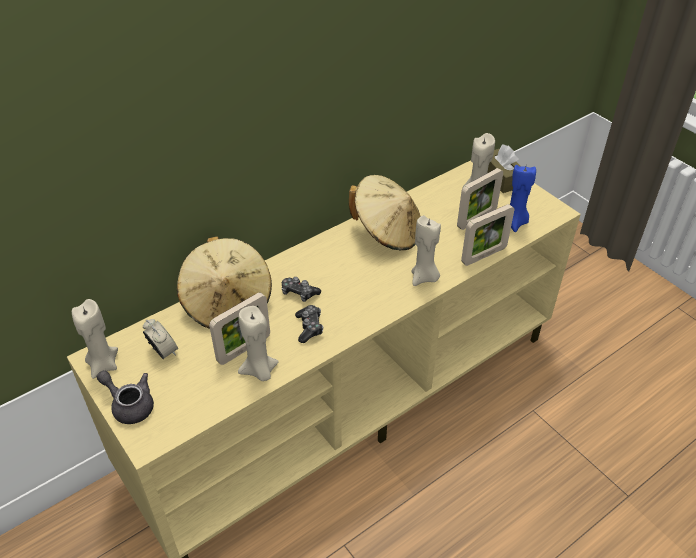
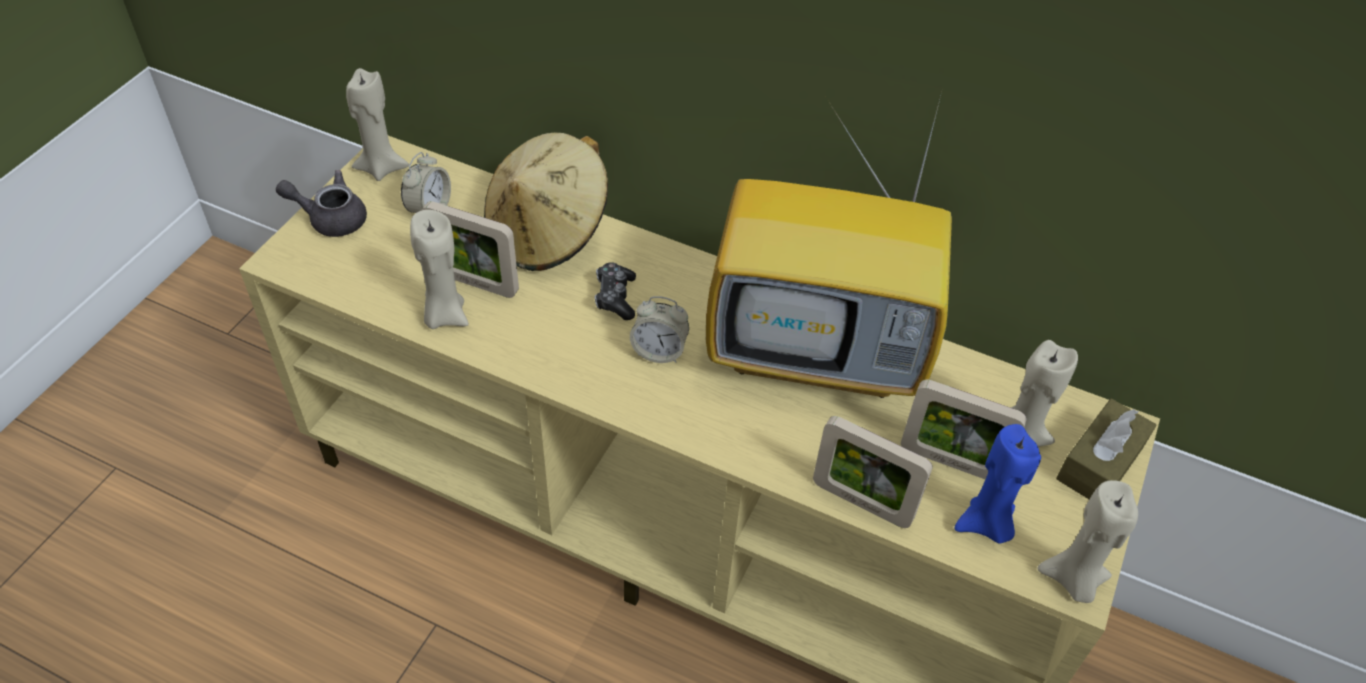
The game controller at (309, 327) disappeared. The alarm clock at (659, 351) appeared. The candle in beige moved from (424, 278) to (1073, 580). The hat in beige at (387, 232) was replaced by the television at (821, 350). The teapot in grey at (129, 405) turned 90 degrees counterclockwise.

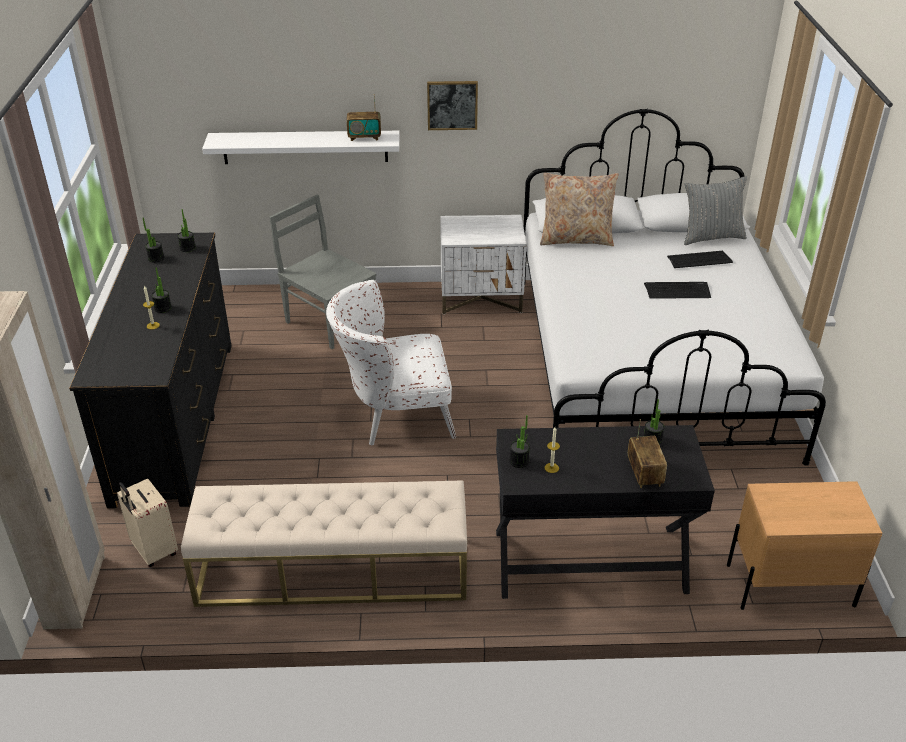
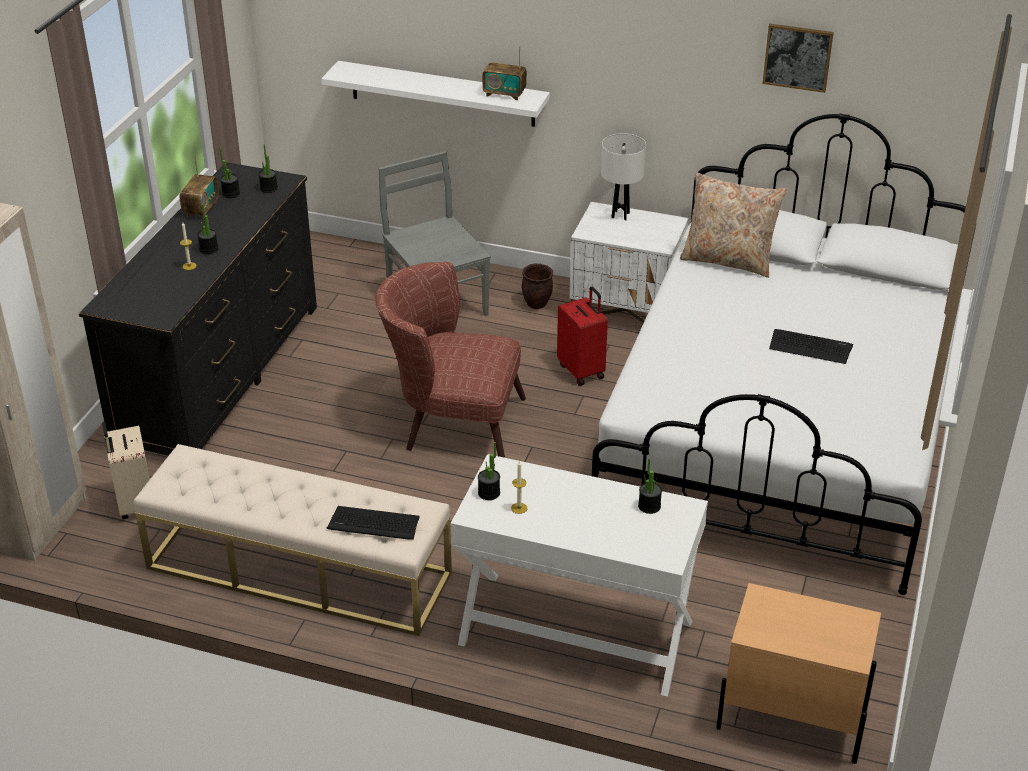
The pillow in grey at (711, 237) disappeared. The planter in brown at (536, 305) appeared. The suitcase in red at (582, 371) appeared. The table lamp in white at (620, 215) appeared. The picture moved from (452, 105) to (797, 57). The radio moved from (644, 474) to (201, 209). The keyboard moved from (699, 260) to (374, 524). The armchair in white at (394, 414) became the armchair in brown at (451, 422). The desk in black at (589, 562) became the desk in white at (575, 633).

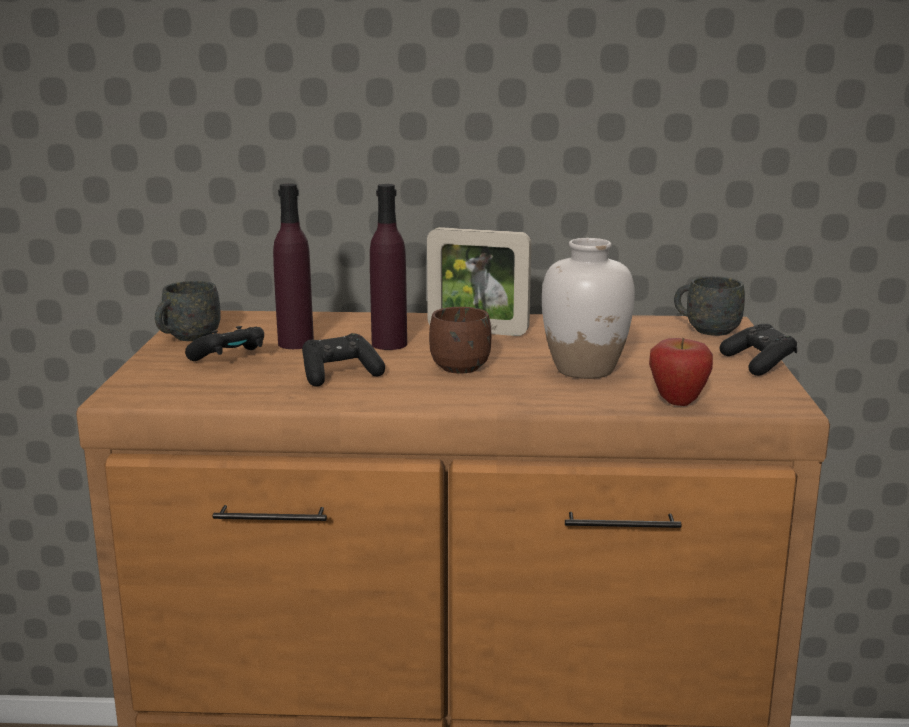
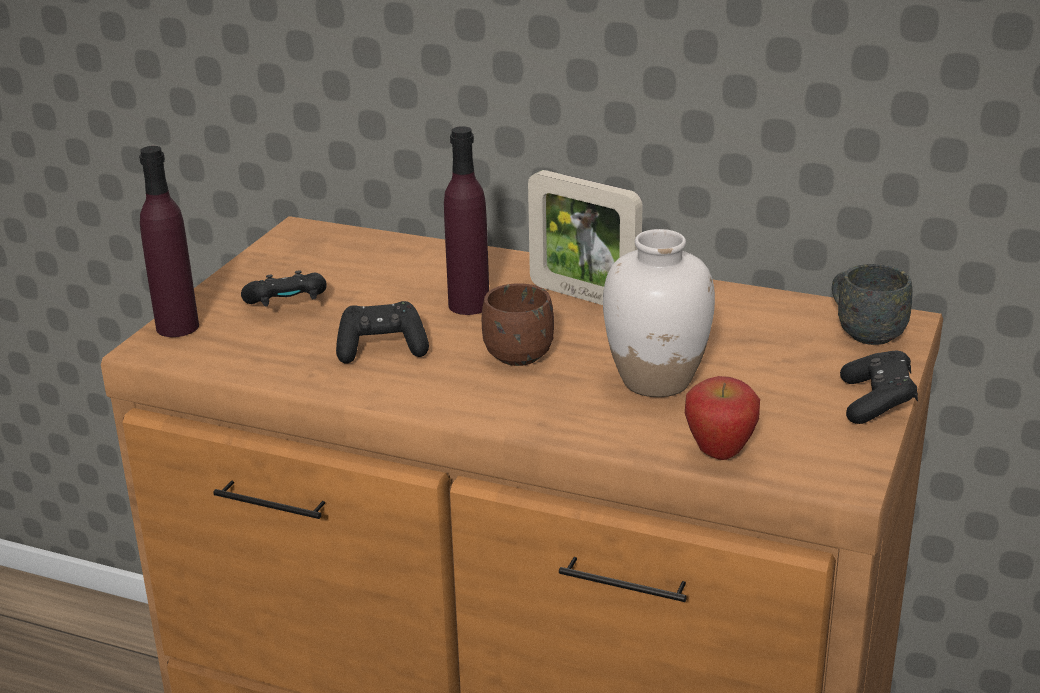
The mug in grey at (187, 338) disappeared. The bottle in purple moved from (296, 343) to (177, 327).

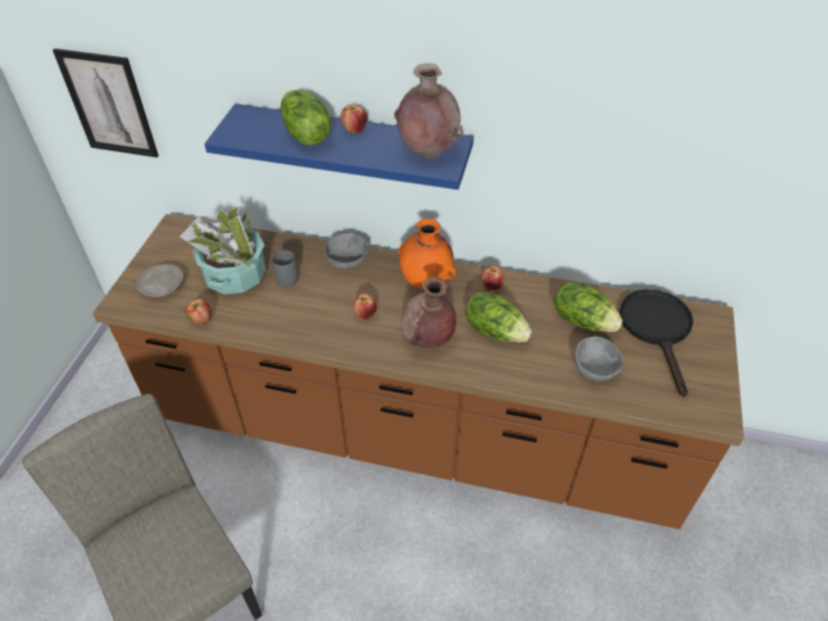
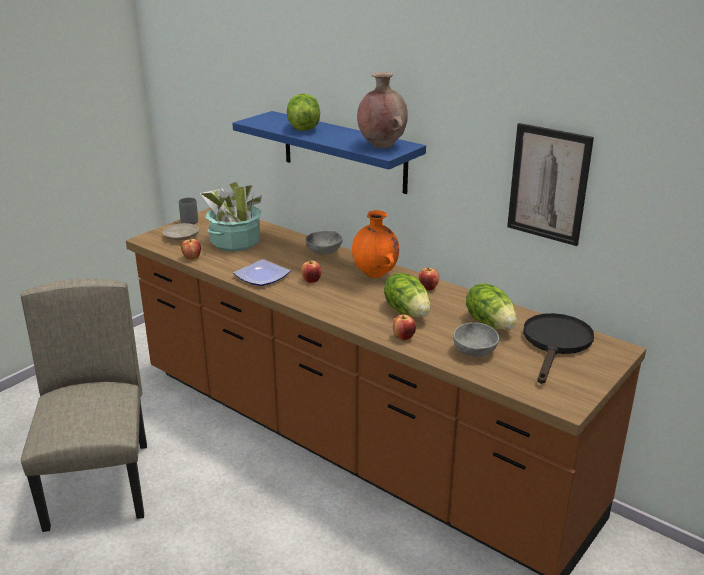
The vase in brown at (427, 339) disappeared. The plate at (261, 276) appeared. The picture moved from (109, 104) to (548, 184). The mug in grey moved from (285, 276) to (190, 220). The apple moved from (354, 130) to (403, 337).

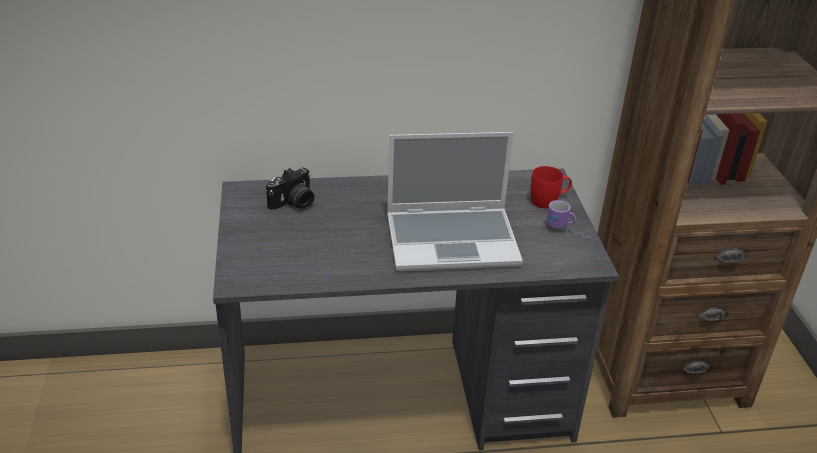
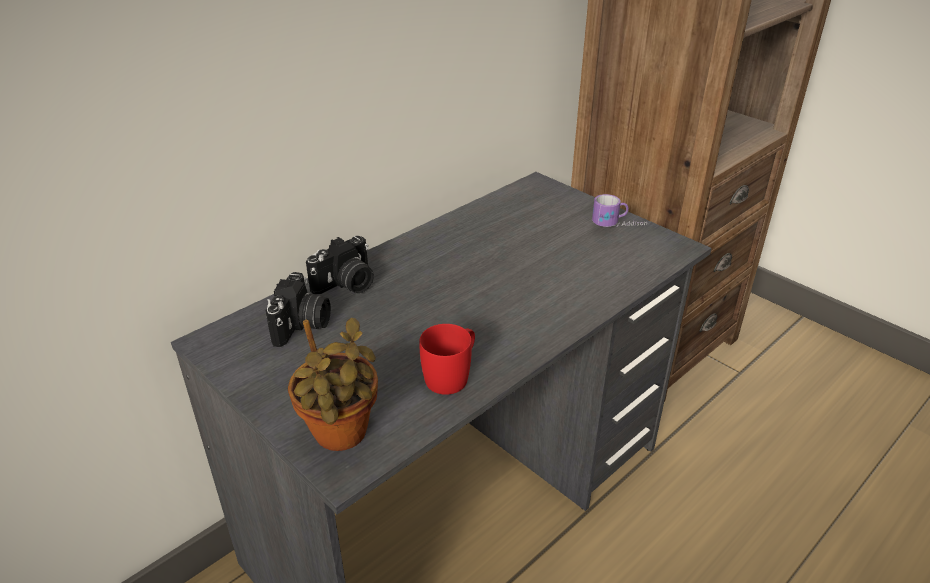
The laptop at (453, 240) disappeared. The potted plant at (341, 437) appeared. The photo camera at (346, 285) appeared. The mug in red moved from (549, 200) to (452, 375).

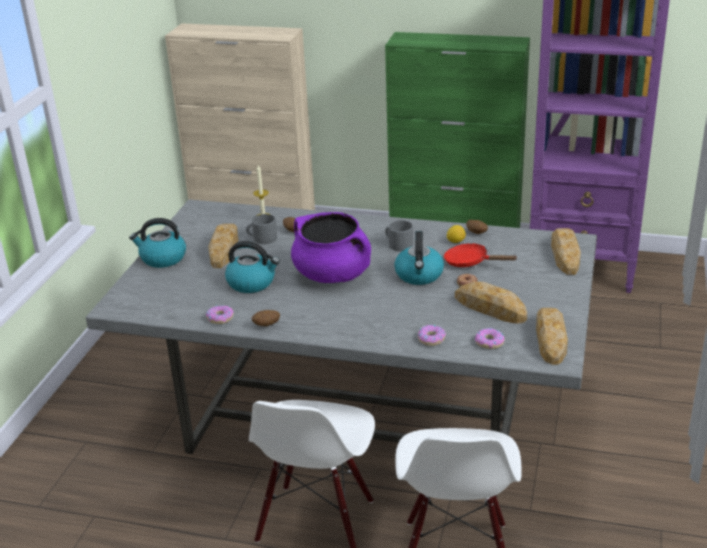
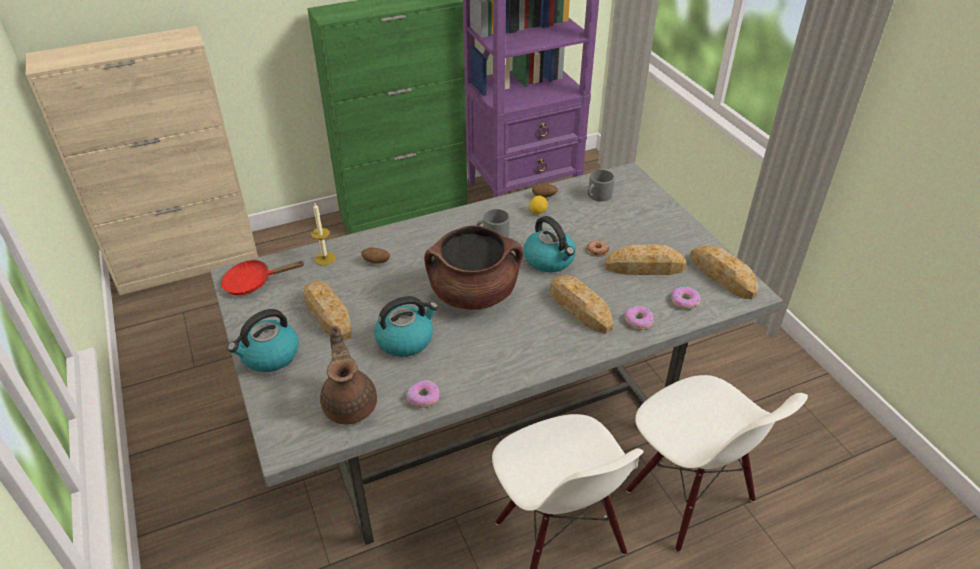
The potato at (266, 325) disappeared. The teapot in brown at (350, 404) appeared. The mug in grey moved from (262, 238) to (597, 195). The frying pan in red moved from (470, 262) to (253, 283). The bread moved from (565, 255) to (579, 308). The cooking pot in purple at (333, 275) became the cooking pot in brown at (474, 294).

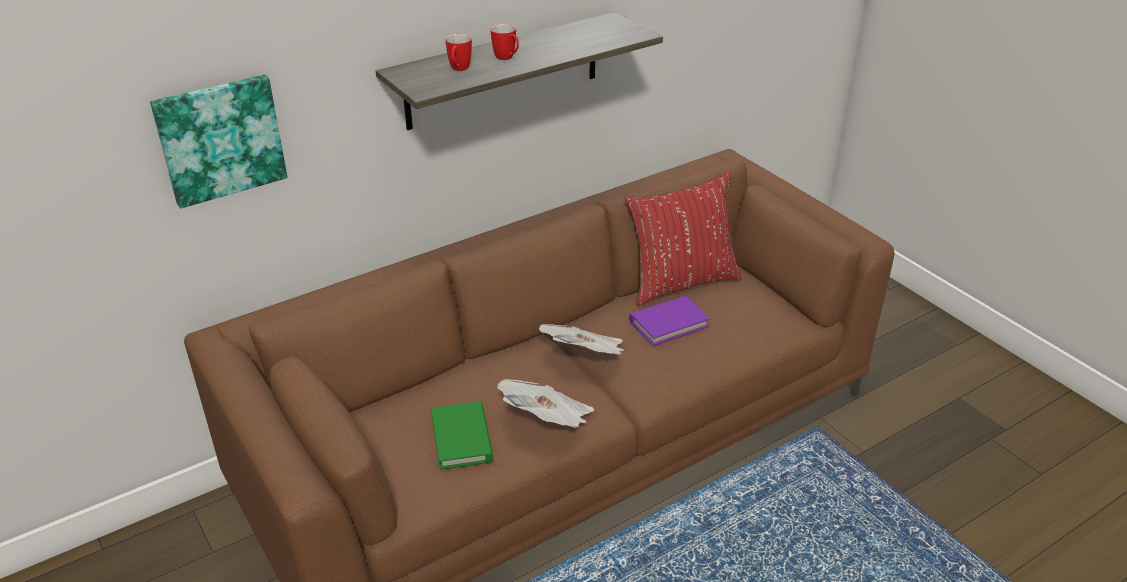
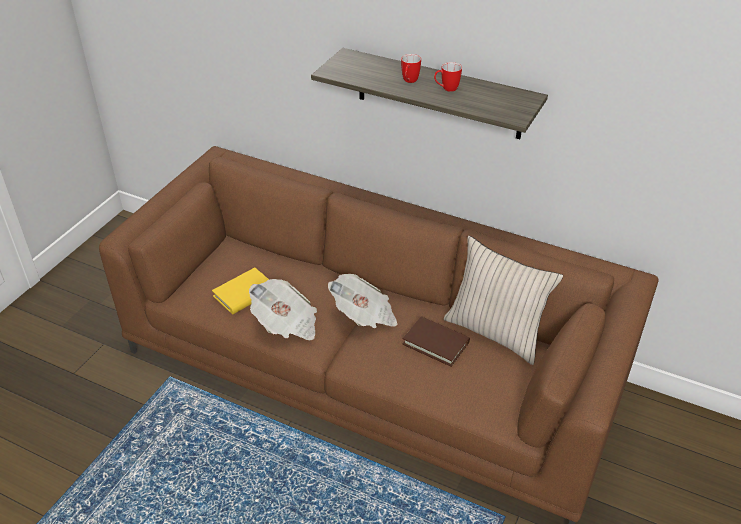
The picture at (220, 139) disappeared. The mug moved from (458, 69) to (446, 89). The book in green at (462, 439) became the book in yellow at (244, 293). The pillow in red at (680, 282) became the pillow in beige at (495, 332). The book in purple at (669, 324) became the book in brown at (436, 343).

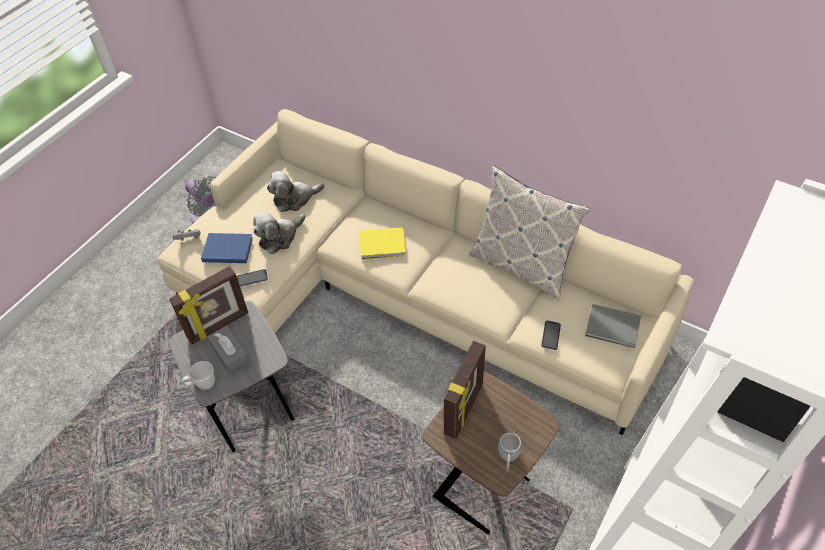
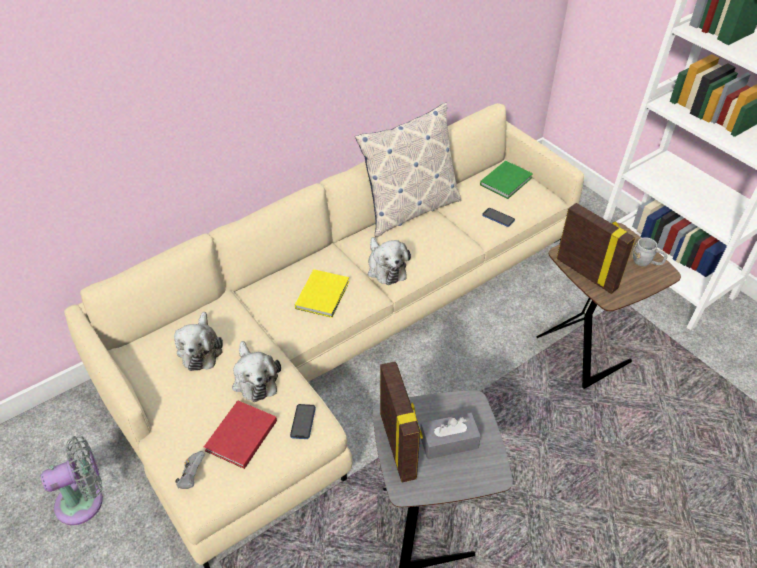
The mug in white at (202, 385) disappeared. The plush toy at (385, 267) appeared. The book in blue at (226, 249) became the book in red at (239, 436). The book in grey at (614, 328) became the book in green at (507, 181).

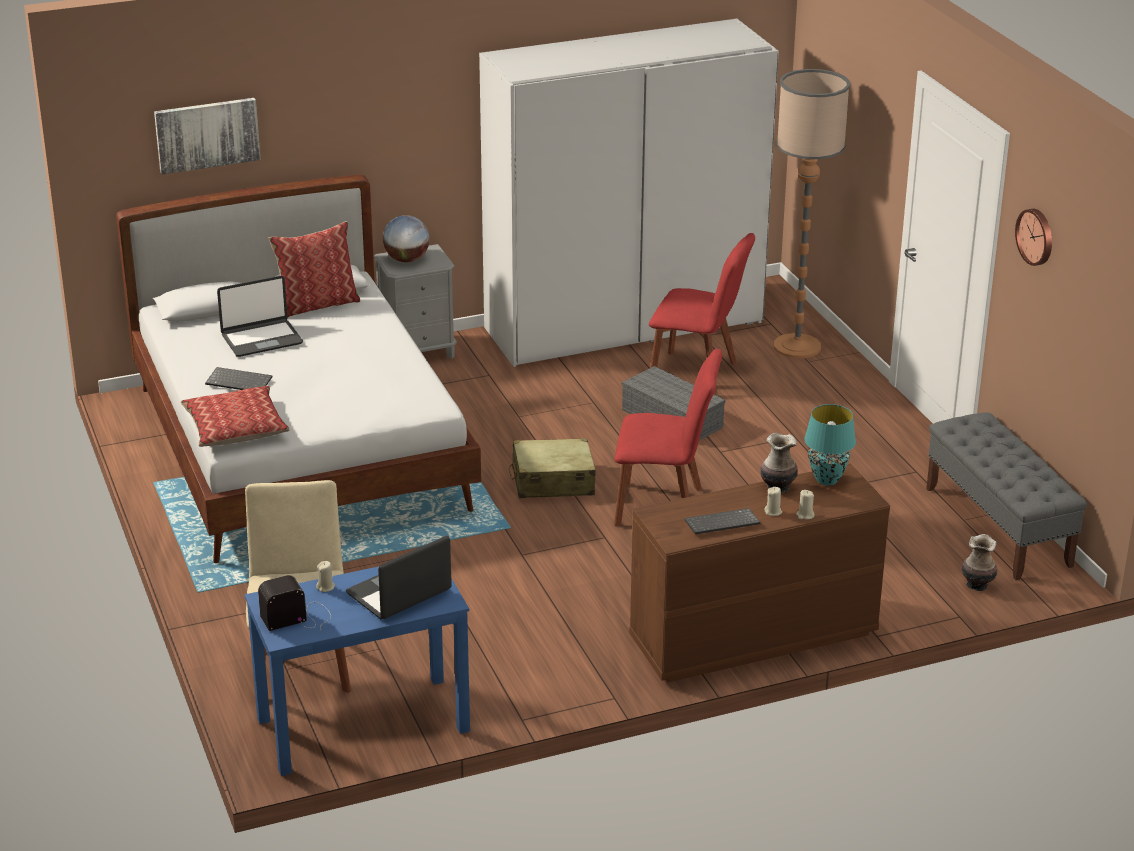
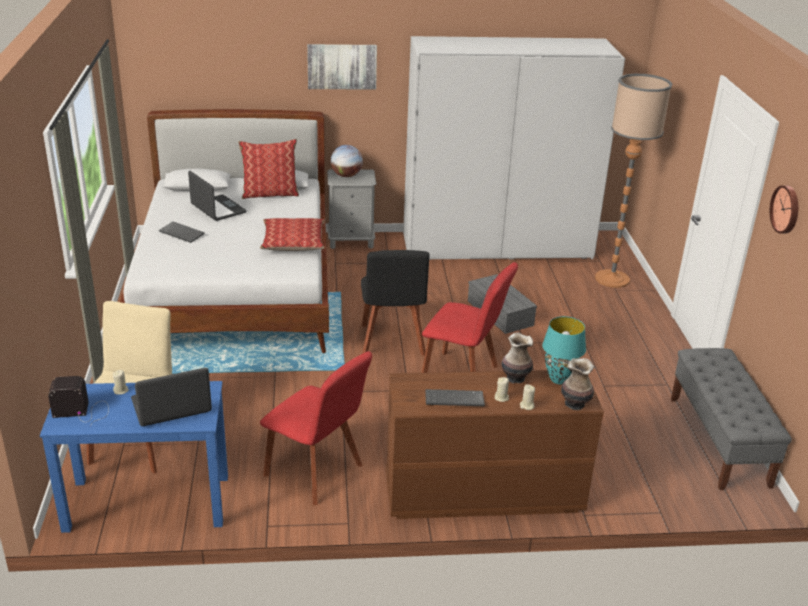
The picture moved from (207, 134) to (342, 66). The pillow moved from (236, 427) to (293, 242). The chair in red moved from (697, 375) to (317, 472). The vase moved from (976, 585) to (574, 404). The suitcase in beige at (552, 482) was replaced by the chair in black at (392, 342). The laptop at (261, 339) turned 120 degrees counterclockwise.

